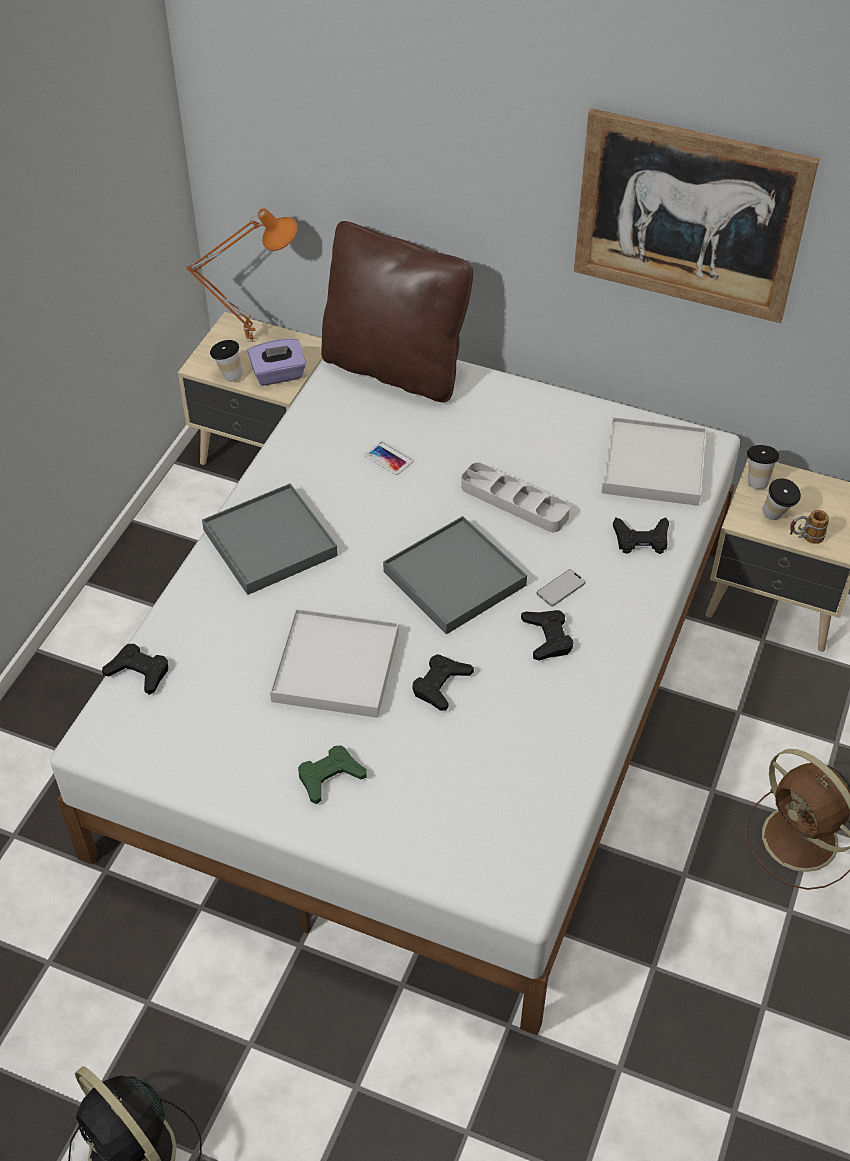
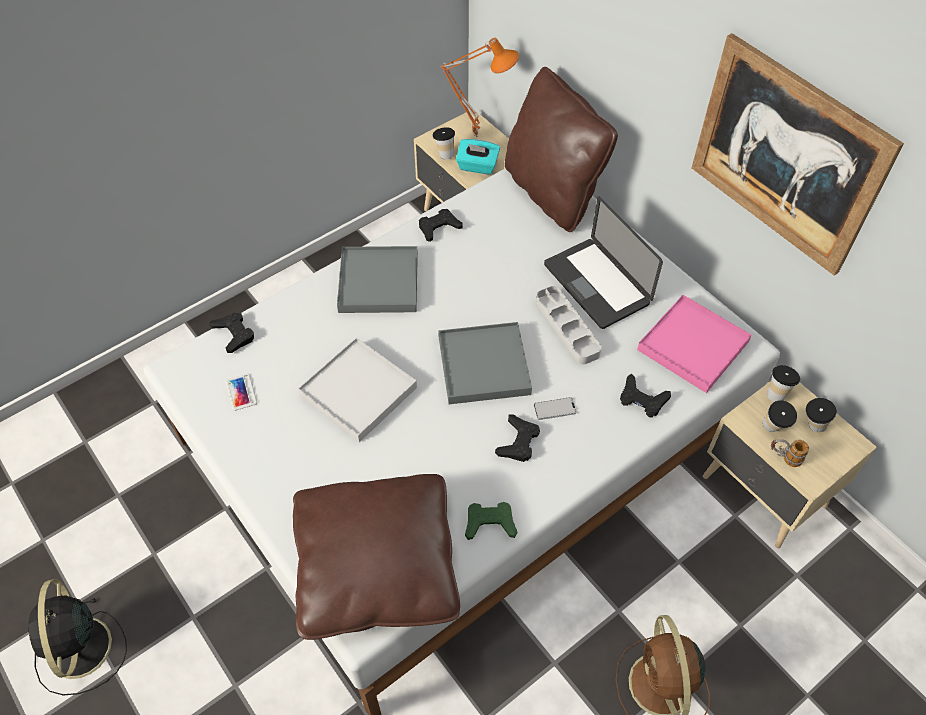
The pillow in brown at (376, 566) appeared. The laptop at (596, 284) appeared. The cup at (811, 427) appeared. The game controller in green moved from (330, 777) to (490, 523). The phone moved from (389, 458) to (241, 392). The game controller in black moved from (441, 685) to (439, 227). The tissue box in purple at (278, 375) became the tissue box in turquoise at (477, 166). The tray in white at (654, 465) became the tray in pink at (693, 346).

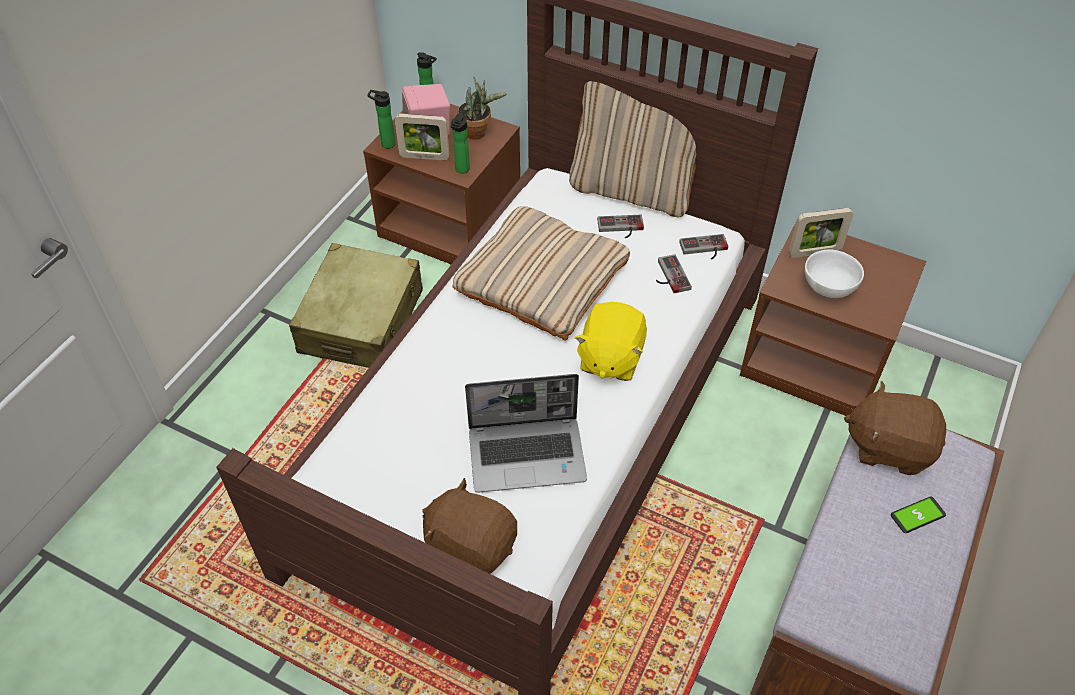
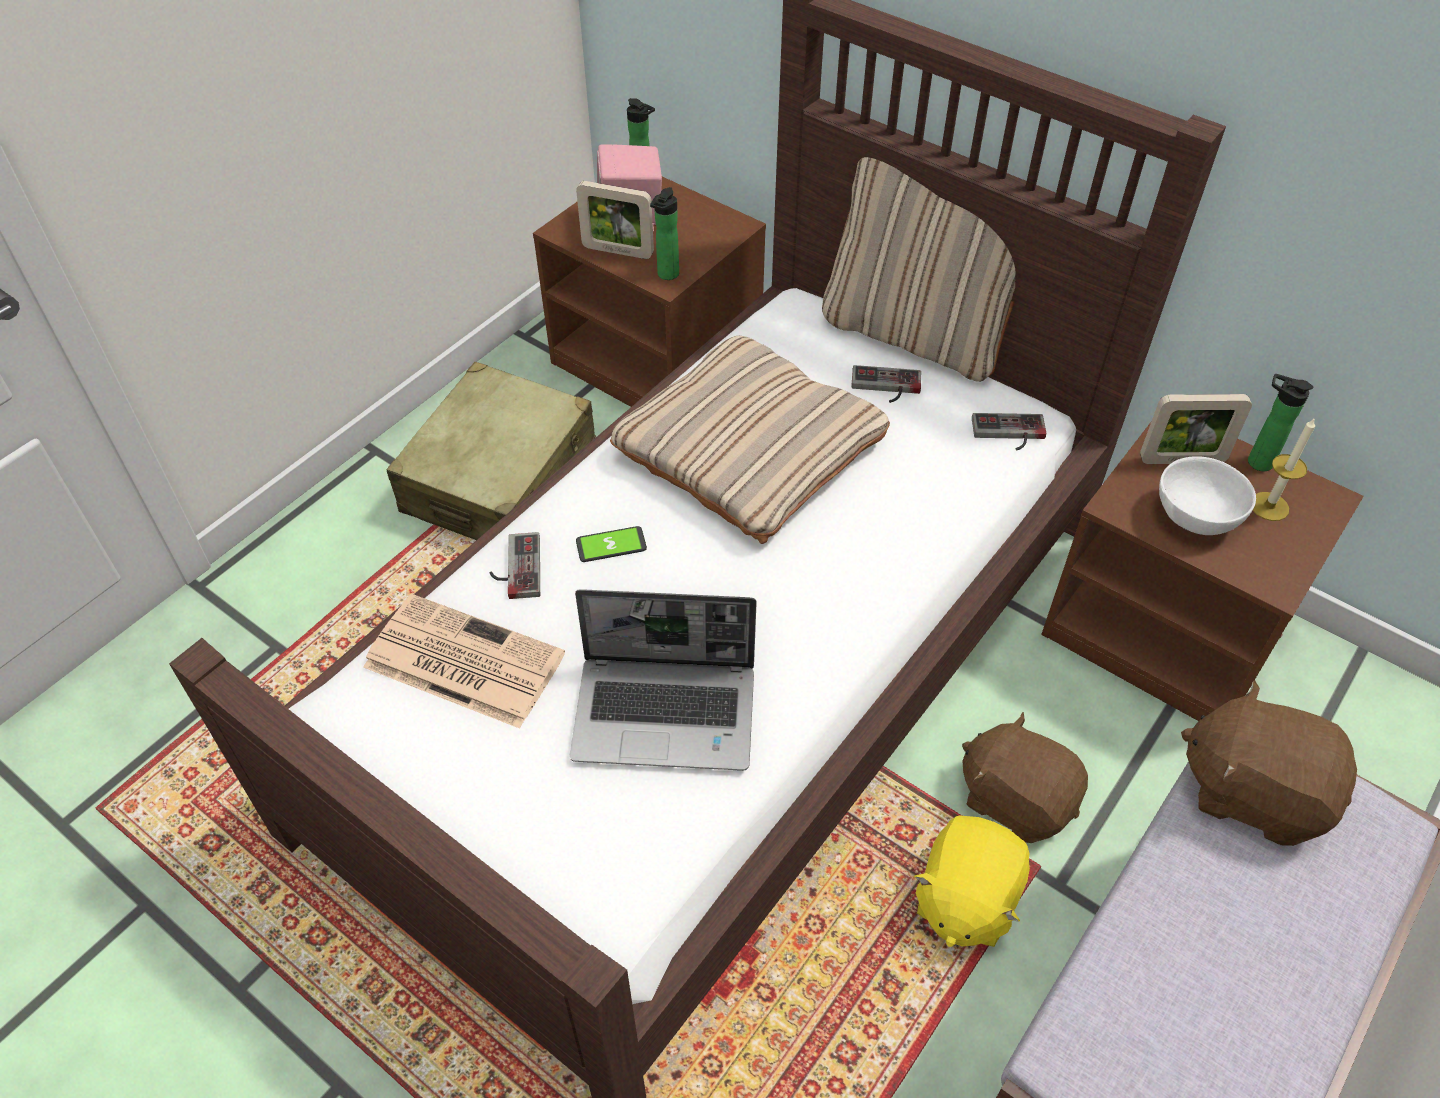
The potted plant at (478, 133) disappeared. The newspaper at (461, 661) appeared. The candle at (1269, 506) appeared. The bottle moved from (386, 144) to (1255, 461). The plush toy in brown moved from (471, 546) to (1016, 798). The plush toy in yellow moved from (610, 358) to (965, 899). The game controller moved from (668, 276) to (515, 568). The phone moved from (917, 515) to (611, 545).

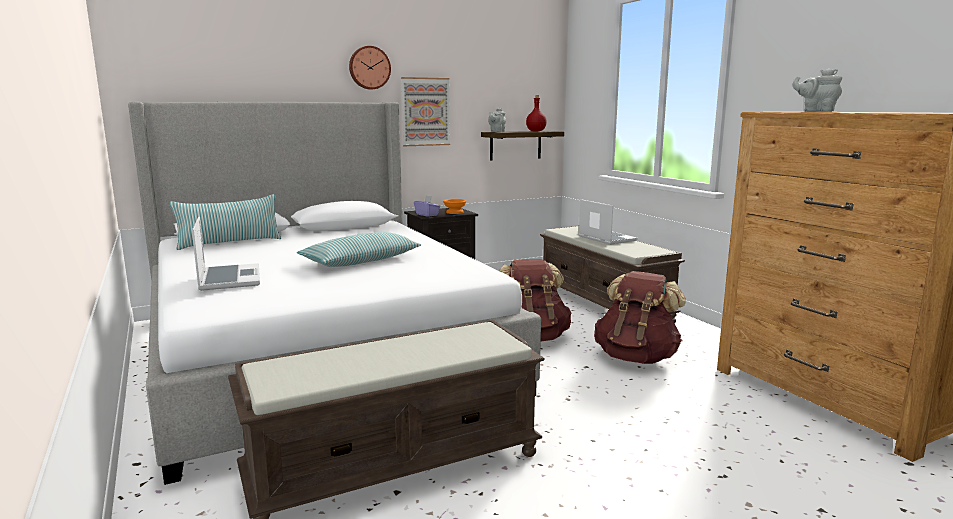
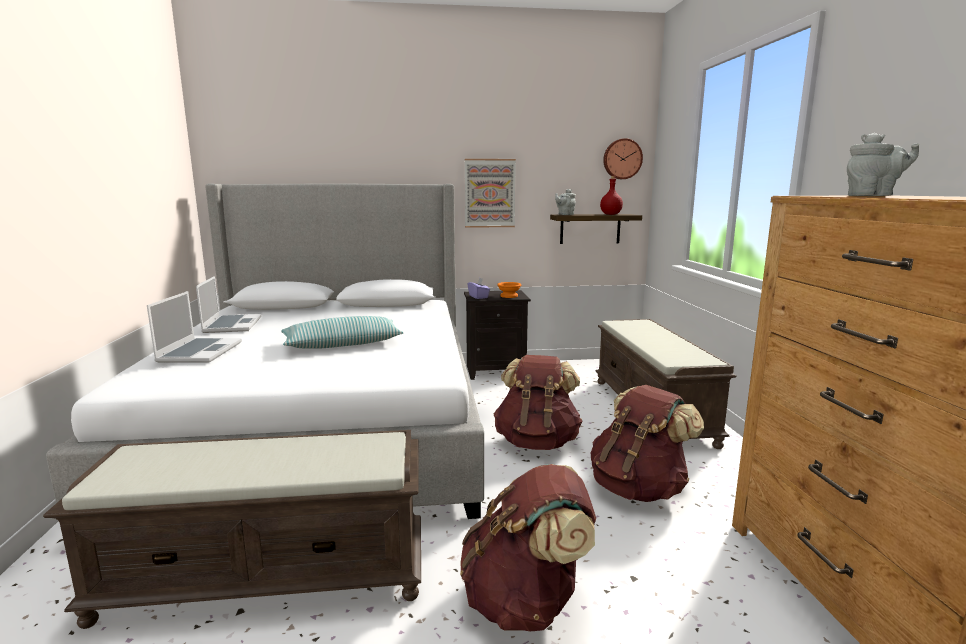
The pillow at (230, 243) disappeared. The backpack in brown at (526, 601) appeared. The wall clock moved from (369, 67) to (622, 159). The laptop moved from (605, 238) to (232, 325). The teapot in grey at (816, 111) turned 135 degrees clockwise.

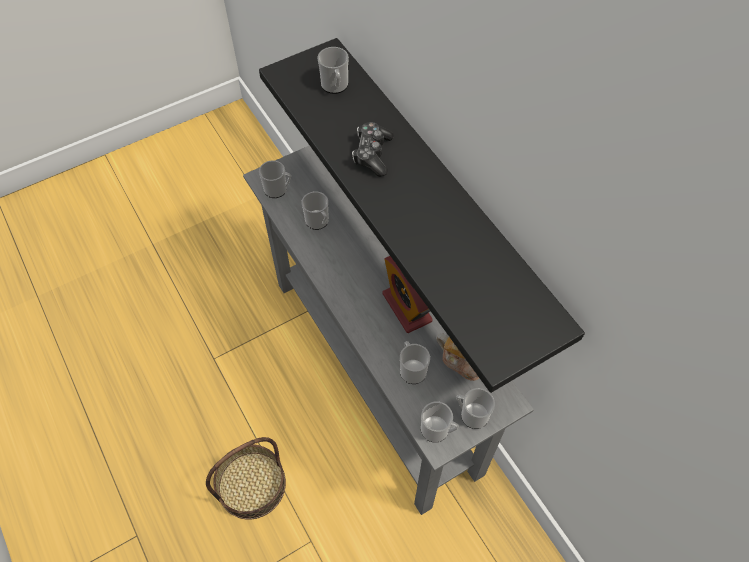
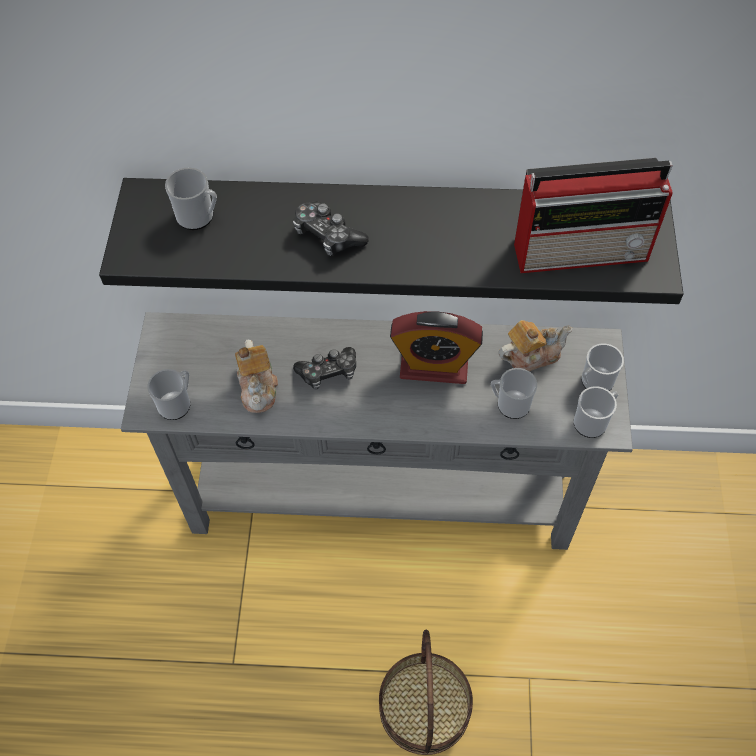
The game controller at (328, 372) appeared. The radio at (583, 250) appeared. The mug at (318, 222) was replaced by the teapot at (258, 387).

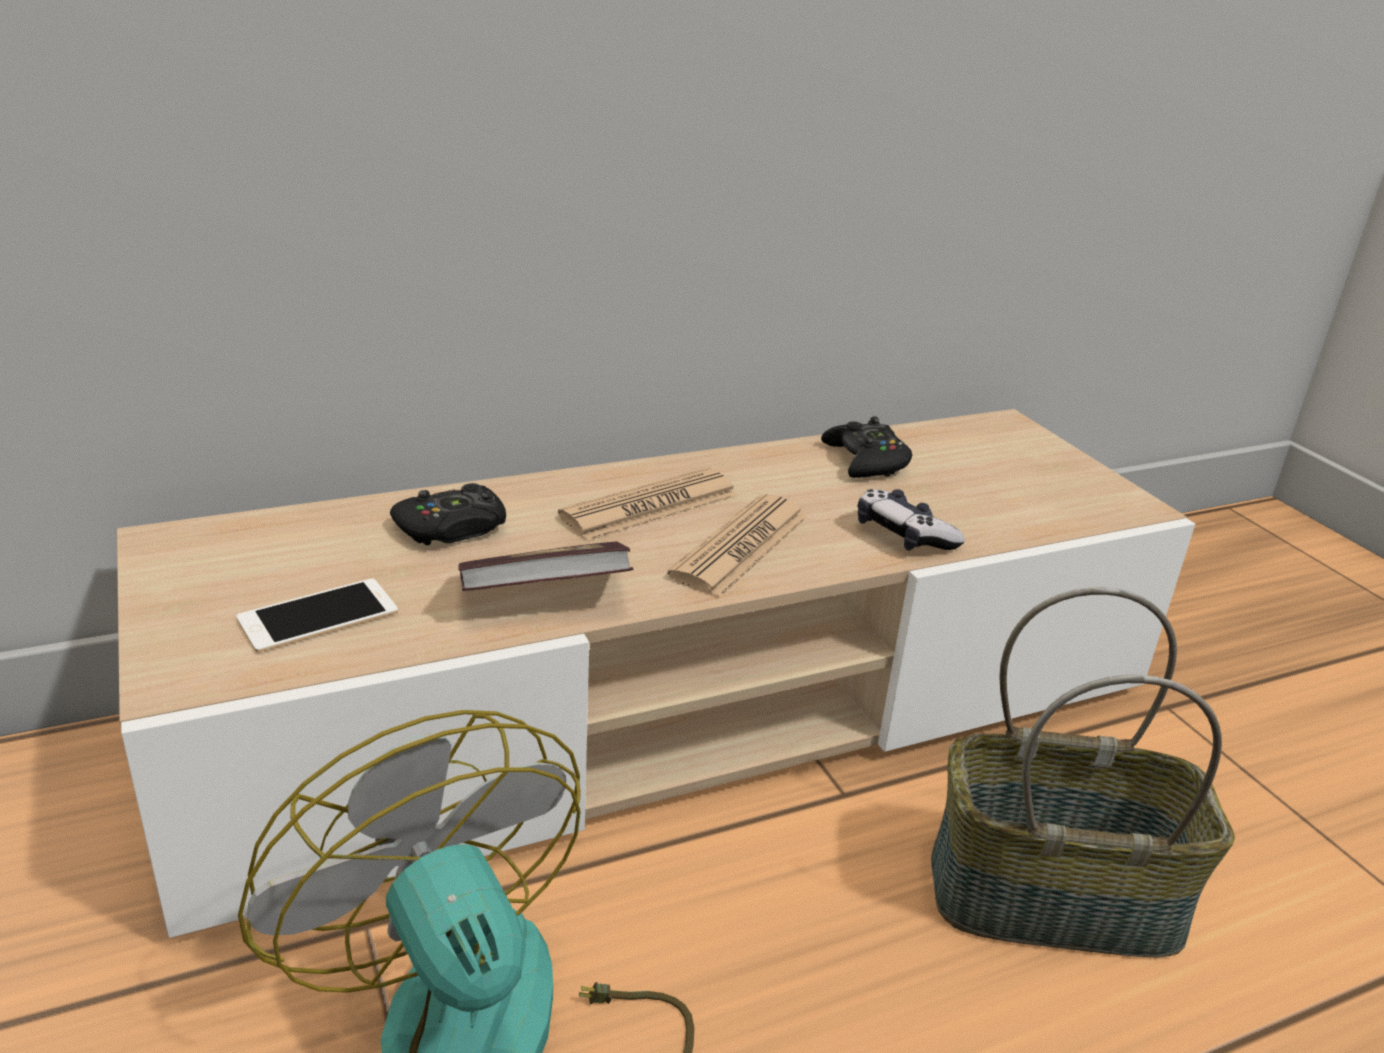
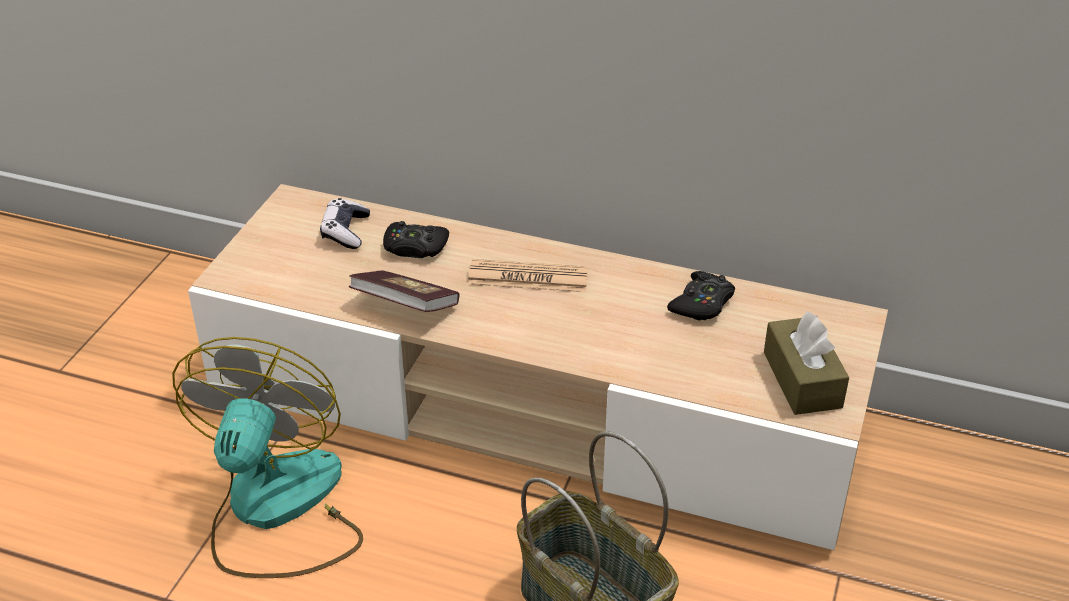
The phone at (318, 616) disappeared. The newspaper at (741, 546) disappeared. The tissue box in brown at (802, 380) appeared. The game controller moved from (903, 535) to (345, 231).

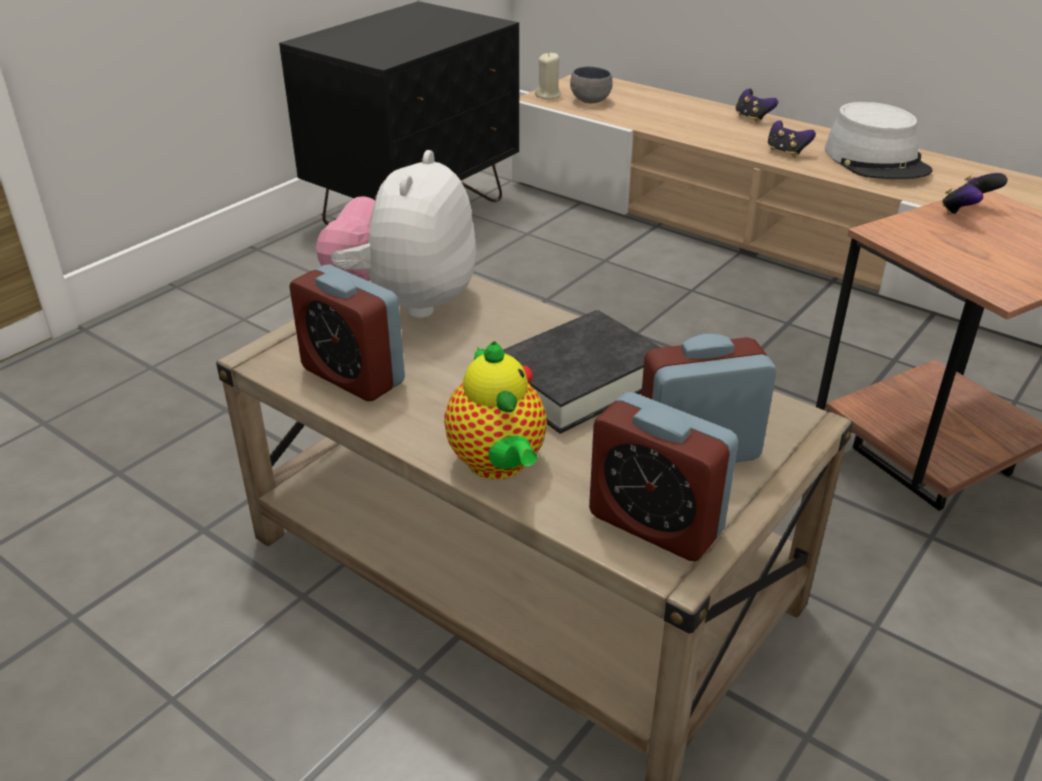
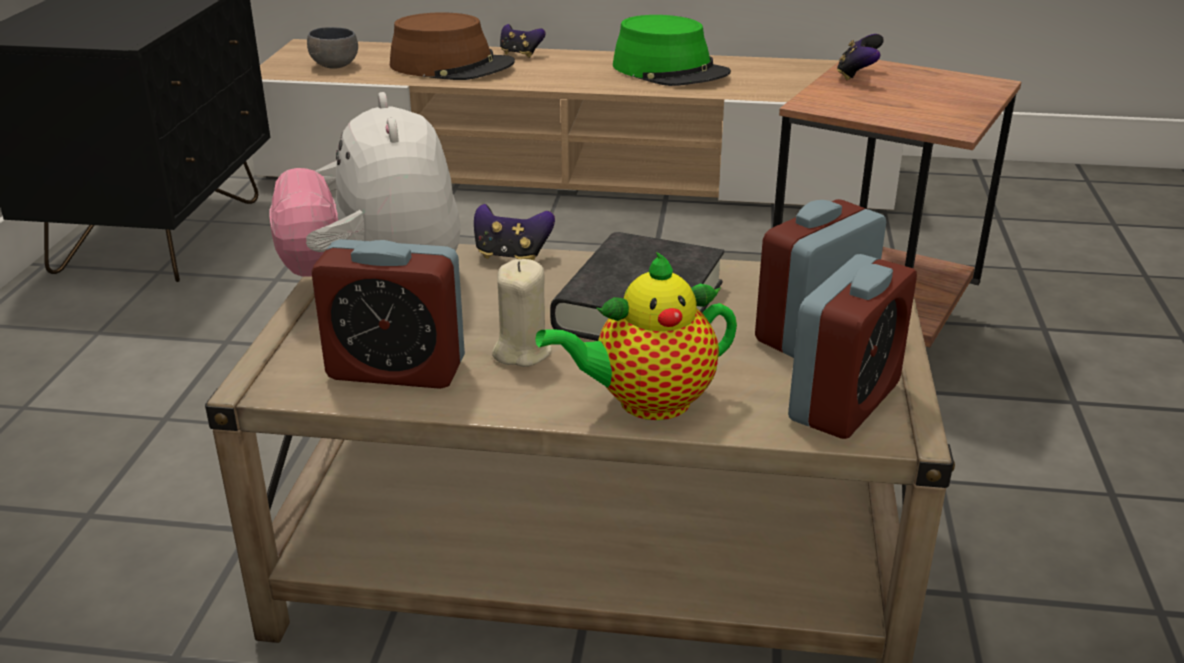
The hat in brown at (452, 66) appeared. The candle in beige moved from (548, 95) to (522, 352). The game controller moved from (786, 152) to (511, 256). The hat in grey at (876, 160) became the hat in green at (670, 70). The teapot at (498, 465) turned 120 degrees clockwise. The alarm clock at (655, 523) turned 60 degrees counterclockwise.

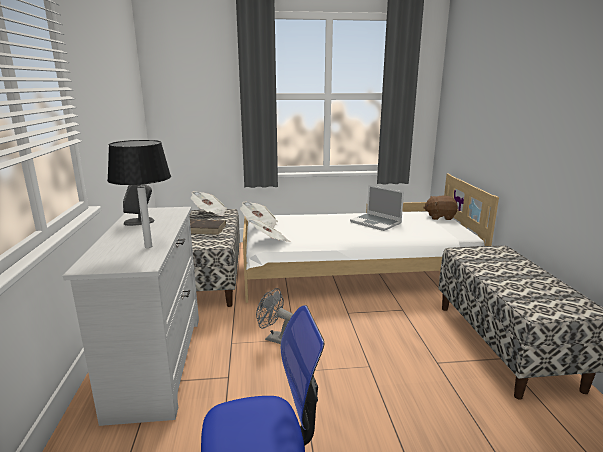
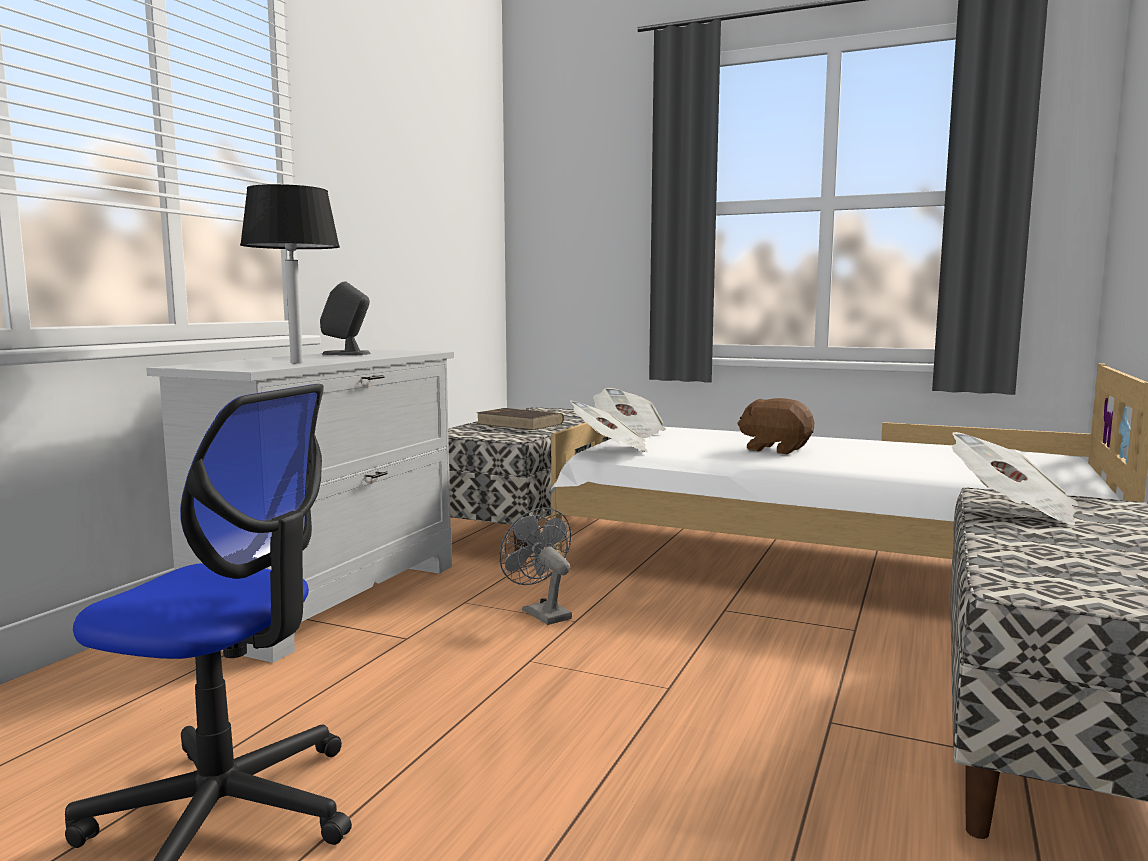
The laptop at (376, 223) disappeared. The newspaper moved from (210, 212) to (1013, 510). The plush toy in brown moved from (440, 217) to (775, 449).

